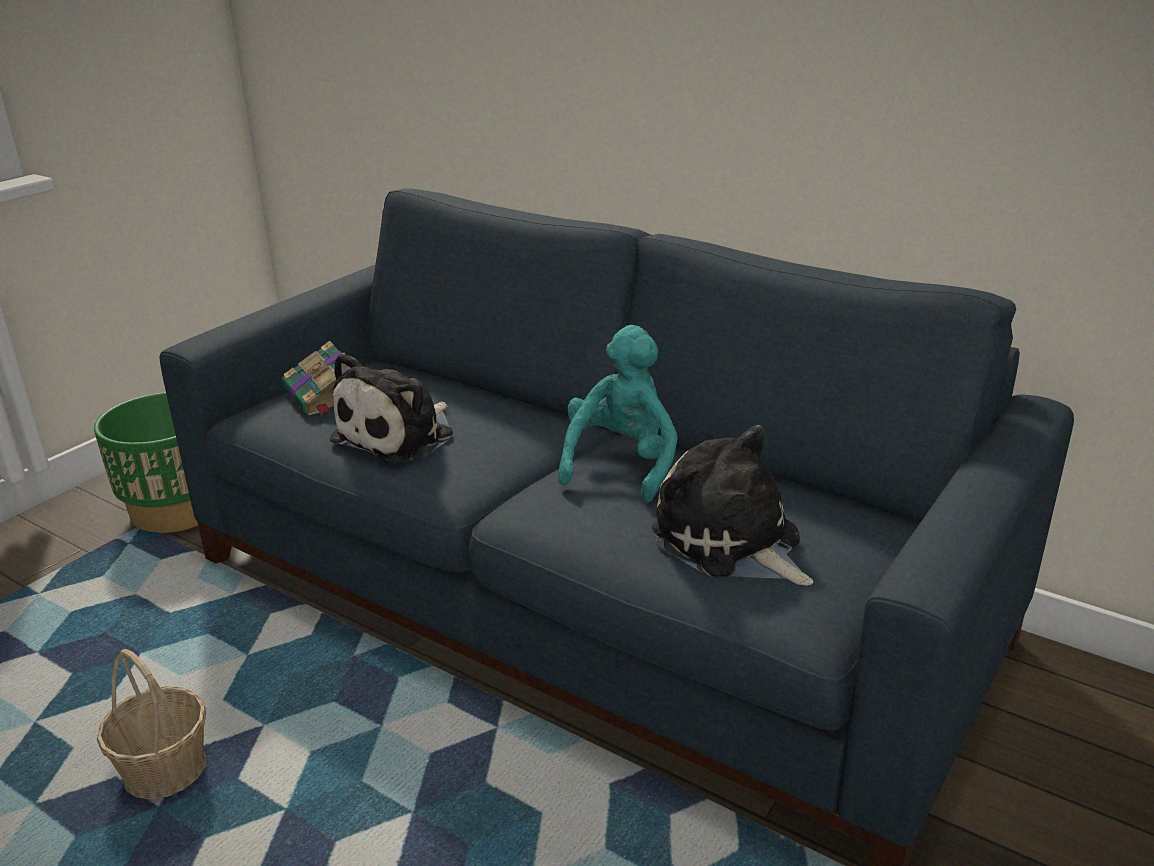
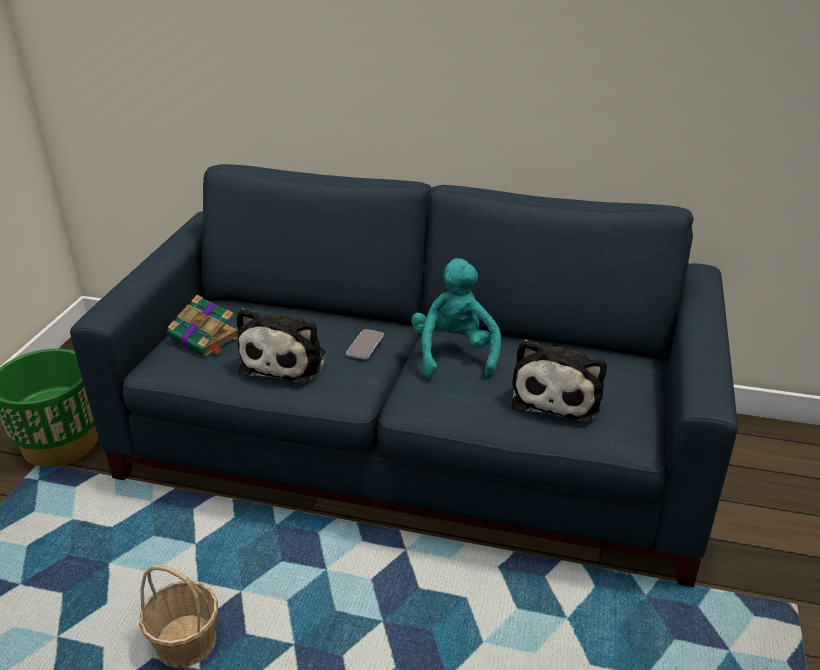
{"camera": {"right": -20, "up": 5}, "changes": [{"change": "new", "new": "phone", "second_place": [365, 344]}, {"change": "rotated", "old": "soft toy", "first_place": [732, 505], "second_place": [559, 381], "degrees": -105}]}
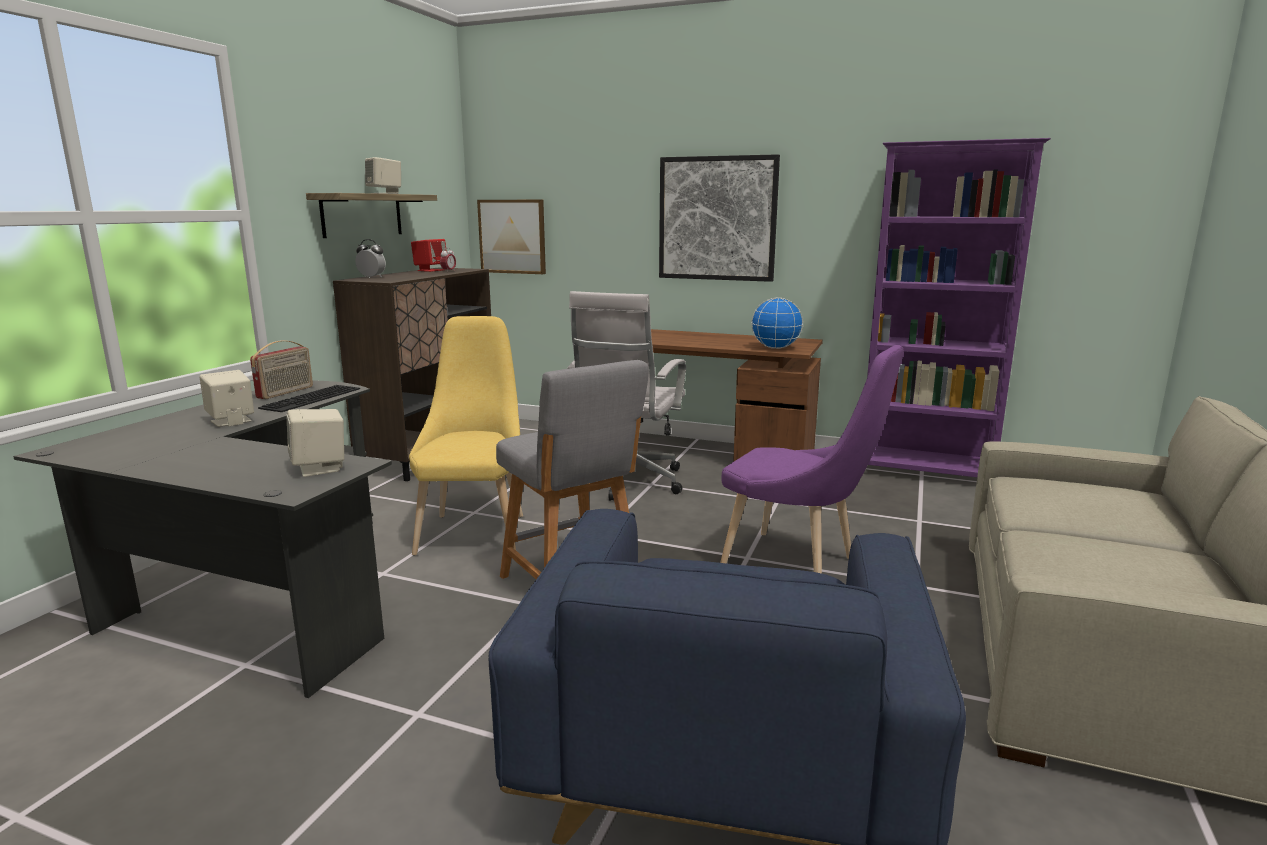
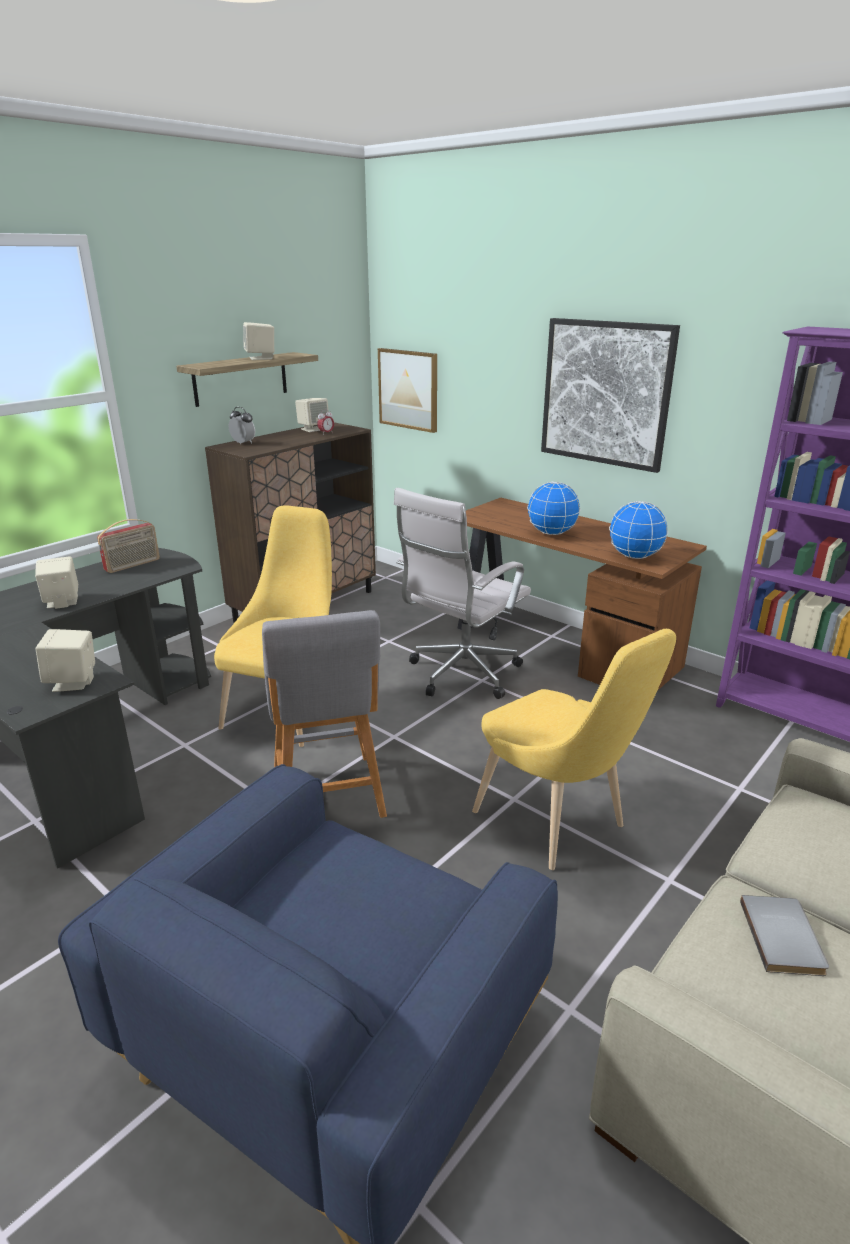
{"camera": {"right": 20, "up": 10}, "changes": [{"change": "repainted", "old": "red audio speaker", "new": "sand-coloured audio speaker", "first_place": [429, 255], "second_place": [312, 415]}, {"change": "repainted", "old": "purple-coloured plain chair", "new": "yellow plain chair", "first_place": [812, 459], "second_place": [574, 749]}, {"change": "new", "new": "desk globe", "second_place": [554, 508]}, {"change": "new", "new": "gray volume", "second_place": [784, 935]}, {"change": "gone", "old": "PC keyboard", "first_place": [309, 398]}]}
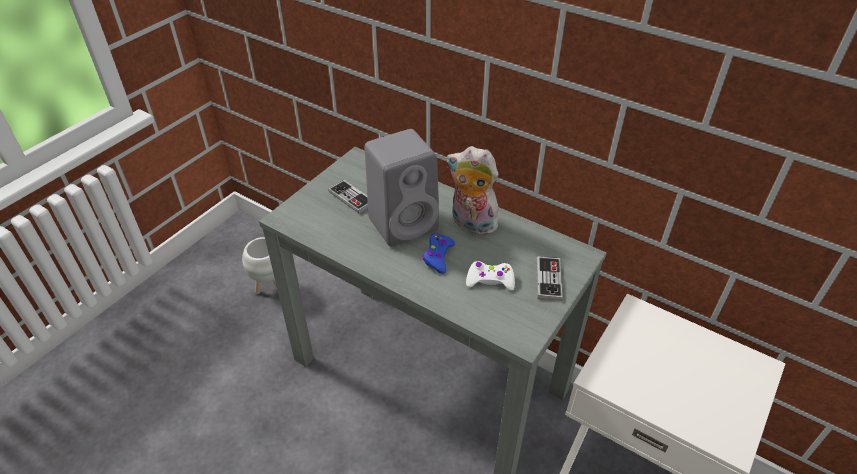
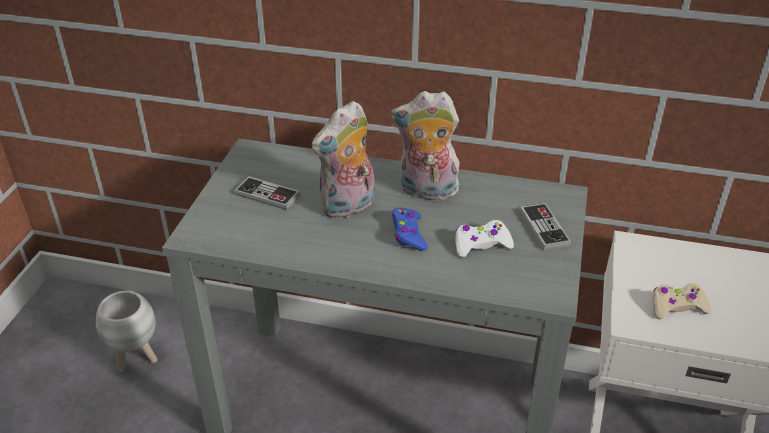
{"camera": {"right": -20, "up": -5}, "changes": [{"change": "swapped", "old": "gray audio speaker", "new": "soft toy", "first_place": [402, 187], "second_place": [343, 160]}, {"change": "new", "new": "sand-coloured joypad", "second_place": [682, 301]}]}
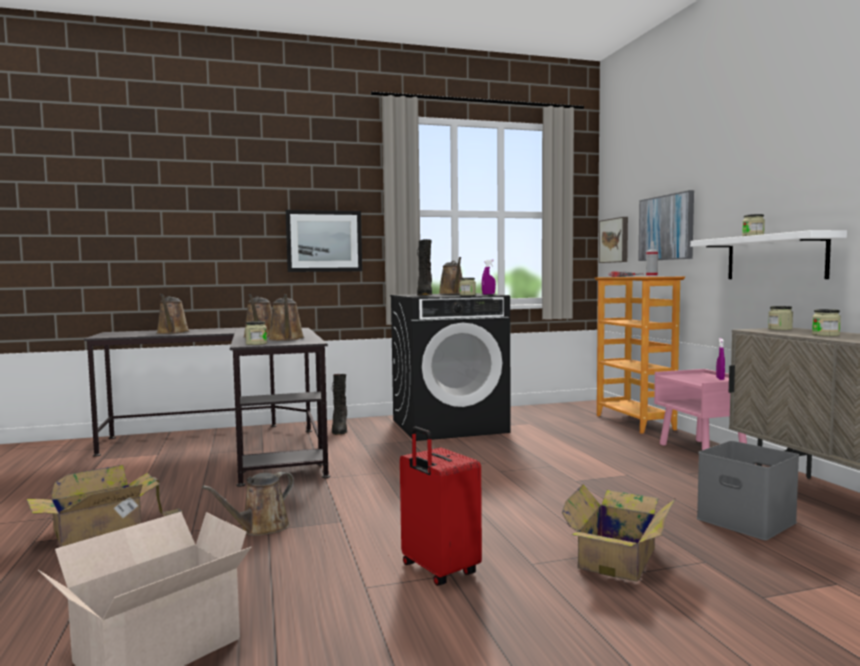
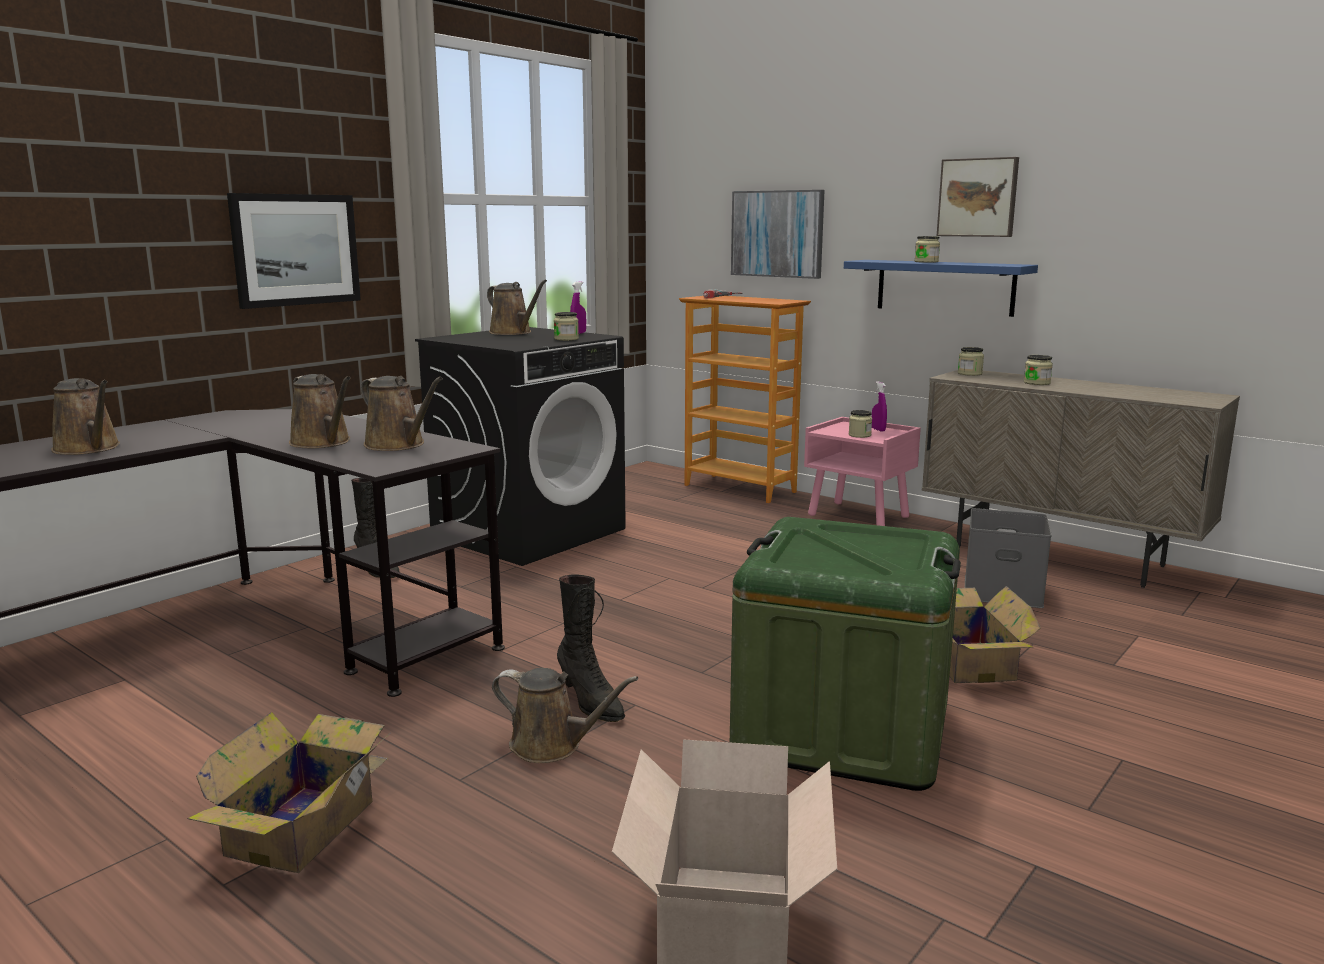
{"camera": {"right": -35, "up": 10}, "changes": [{"change": "rotated", "old": "brown sprinkling can", "first_place": [248, 504], "second_place": [565, 715], "degrees": -75}, {"change": "shifted", "old": "black-coloured tall boot", "first_place": [424, 267], "second_place": [591, 648]}, {"change": "swapped", "old": "red piece of luggage", "new": "green-coloured storage container", "first_place": [441, 506], "second_place": [845, 654]}, {"change": "repainted", "old": "white shelf", "new": "blue-coloured shelf", "first_place": [768, 254], "second_place": [941, 288]}, {"change": "shifted", "old": "jar", "first_place": [256, 333], "second_place": [860, 424]}, {"change": "shifted", "old": "wall art", "first_place": [613, 240], "second_place": [978, 197]}, {"change": "gone", "old": "sprayer", "first_place": [652, 259]}]}
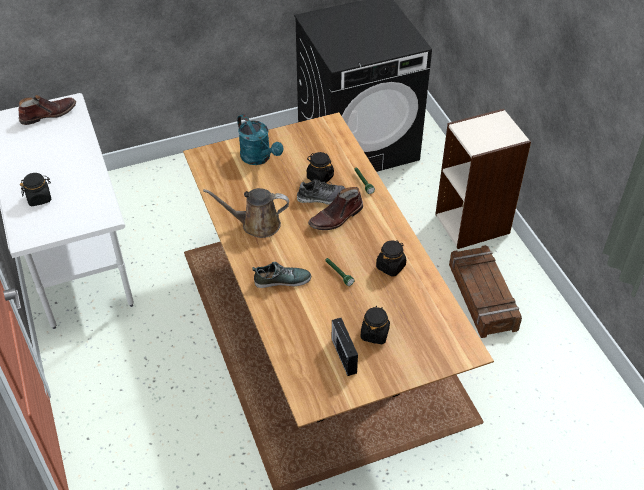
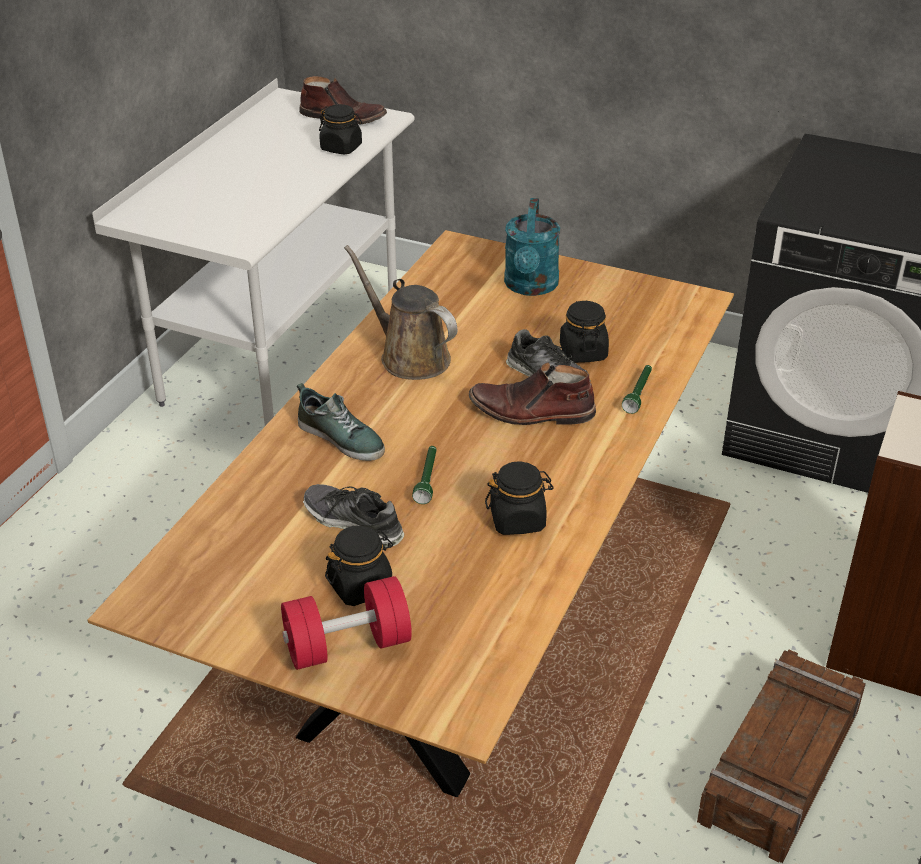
{"camera": {"right": 45, "up": -10}, "changes": [{"change": "new", "new": "red dumbbell", "second_place": [346, 623]}, {"change": "new", "new": "item of footwear", "second_place": [353, 515]}, {"change": "shifted", "old": "black-coloured jar", "first_place": [36, 189], "second_place": [340, 129]}, {"change": "gone", "old": "radio set", "first_place": [345, 347]}]}
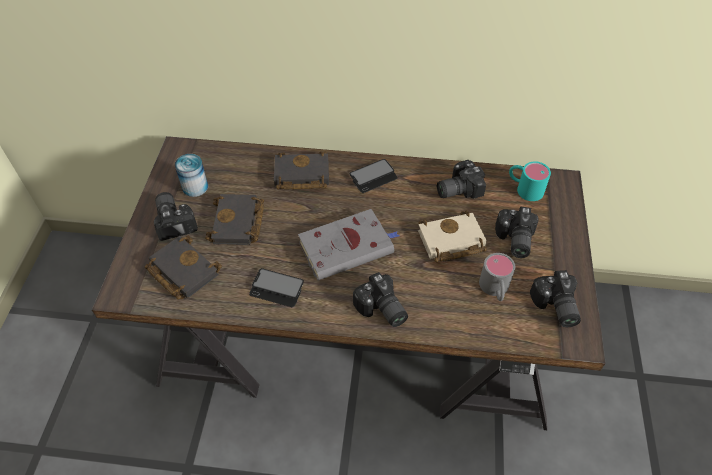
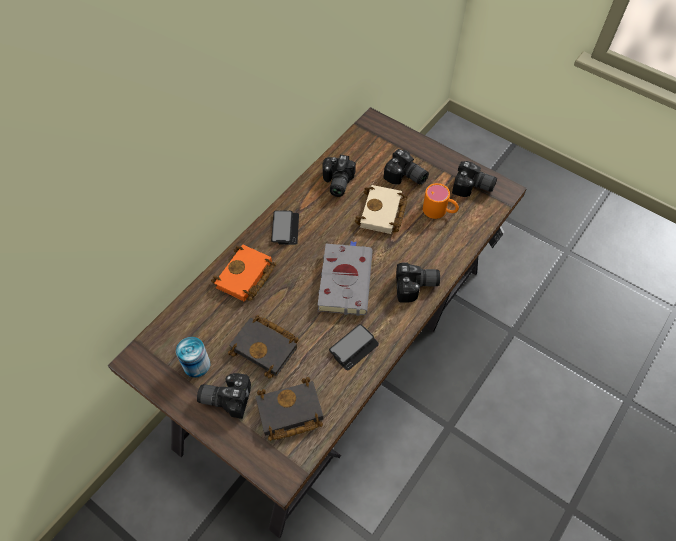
{"camera": {"right": -60, "up": 5}, "changes": [{"change": "repainted", "old": "black-coloured volume", "new": "orange volume", "first_place": [301, 170], "second_place": [243, 273]}, {"change": "repainted", "old": "gray tea mug", "new": "orange tea mug", "first_place": [497, 277], "second_place": [441, 201]}, {"change": "gone", "old": "blue-green tea mug", "first_place": [530, 181]}]}
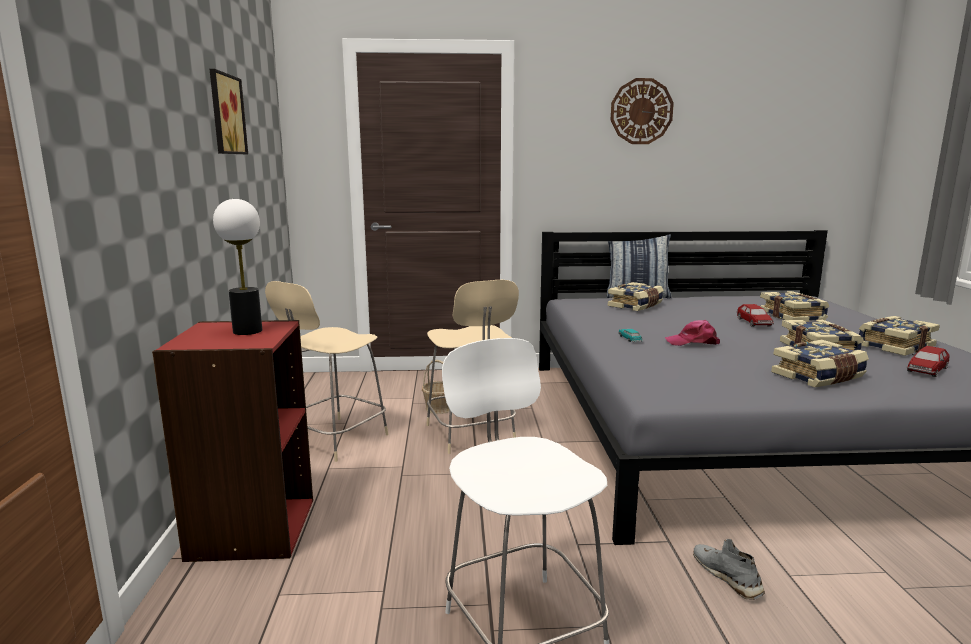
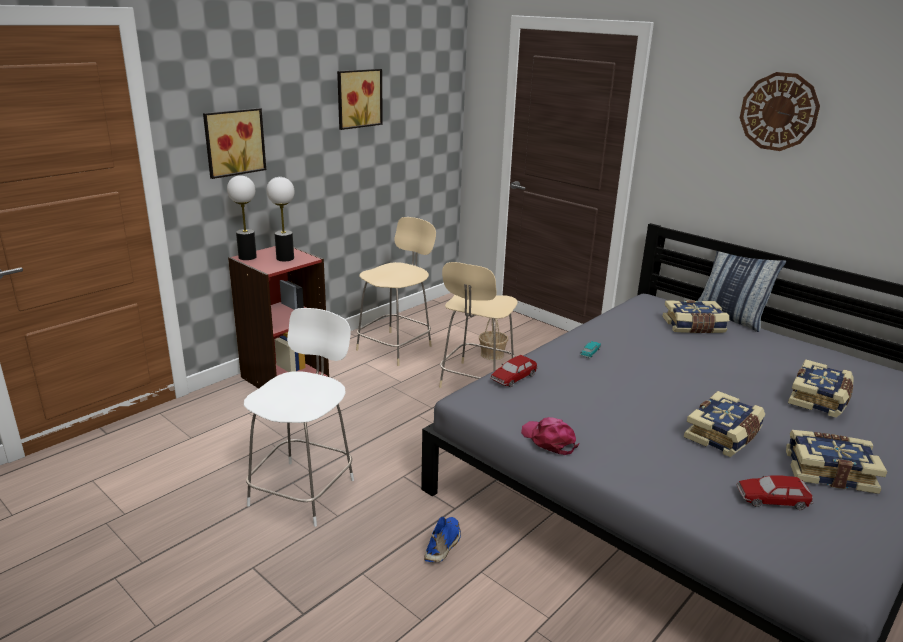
{"camera": {"right": 45, "up": 10}, "changes": [{"change": "new", "new": "wall art", "second_place": [234, 143]}, {"change": "new", "new": "table lamp", "second_place": [242, 217]}, {"change": "rotated", "old": "sand-coloured plain chair", "first_place": [327, 371], "second_place": [396, 291], "degrees": 135}, {"change": "repainted", "old": "gray item of footwear", "new": "blue-coloured item of footwear", "first_place": [729, 569], "second_place": [442, 539]}, {"change": "shifted", "old": "model car", "first_place": [755, 315], "second_place": [514, 371]}, {"change": "shifted", "old": "pink-coloured peaked cap", "first_place": [692, 333], "second_place": [550, 436]}, {"change": "gone", "old": "volume", "first_place": [820, 363]}]}
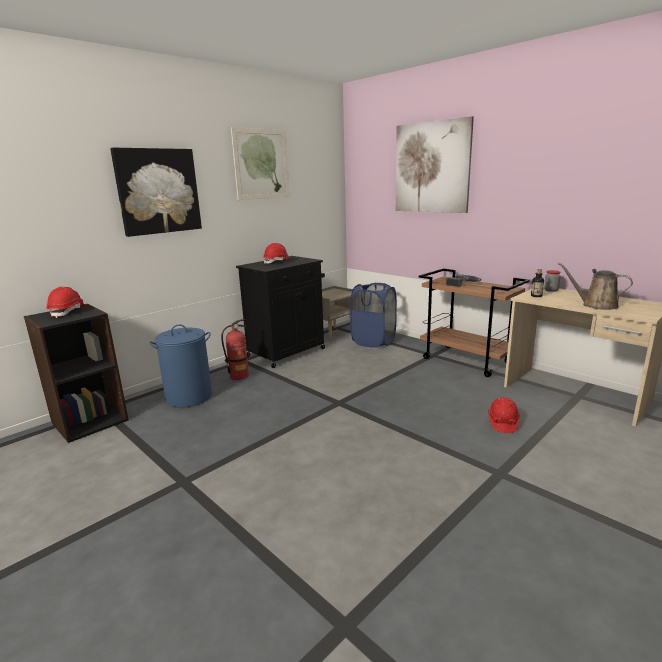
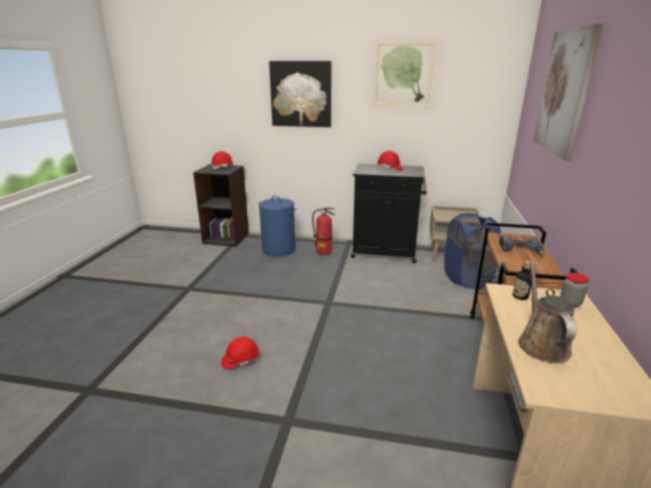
{"camera": {"right": 55, "up": 5}, "changes": [{"change": "shifted", "old": "red work helmet", "first_place": [504, 415], "second_place": [240, 353]}]}
